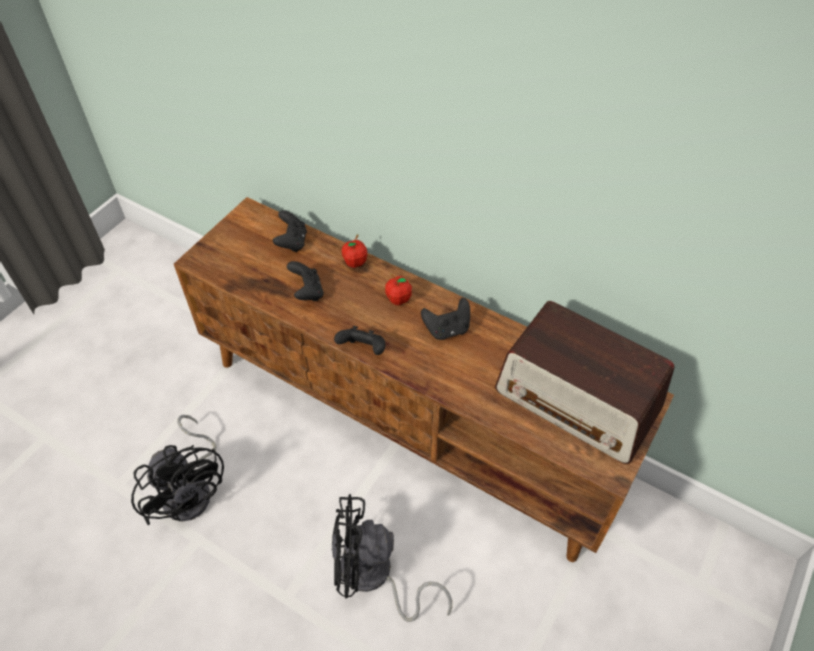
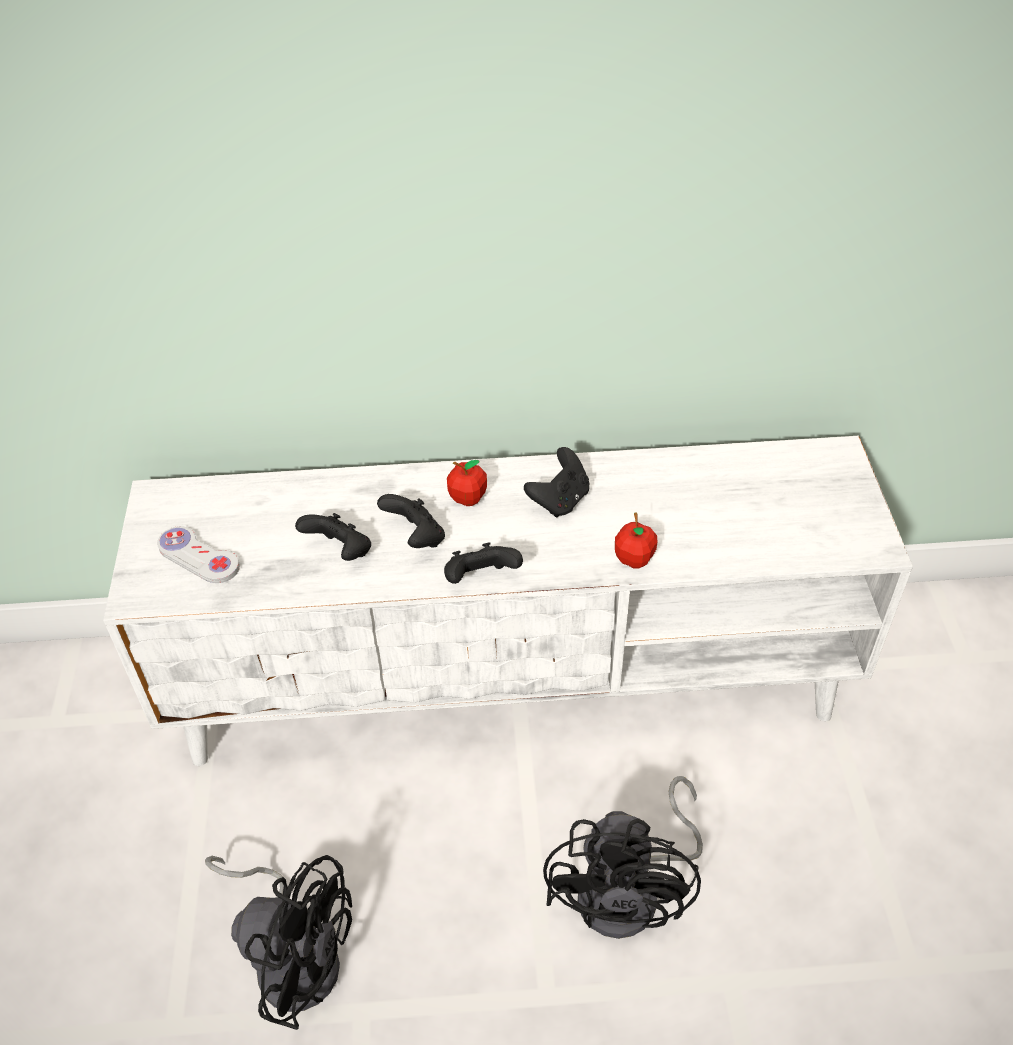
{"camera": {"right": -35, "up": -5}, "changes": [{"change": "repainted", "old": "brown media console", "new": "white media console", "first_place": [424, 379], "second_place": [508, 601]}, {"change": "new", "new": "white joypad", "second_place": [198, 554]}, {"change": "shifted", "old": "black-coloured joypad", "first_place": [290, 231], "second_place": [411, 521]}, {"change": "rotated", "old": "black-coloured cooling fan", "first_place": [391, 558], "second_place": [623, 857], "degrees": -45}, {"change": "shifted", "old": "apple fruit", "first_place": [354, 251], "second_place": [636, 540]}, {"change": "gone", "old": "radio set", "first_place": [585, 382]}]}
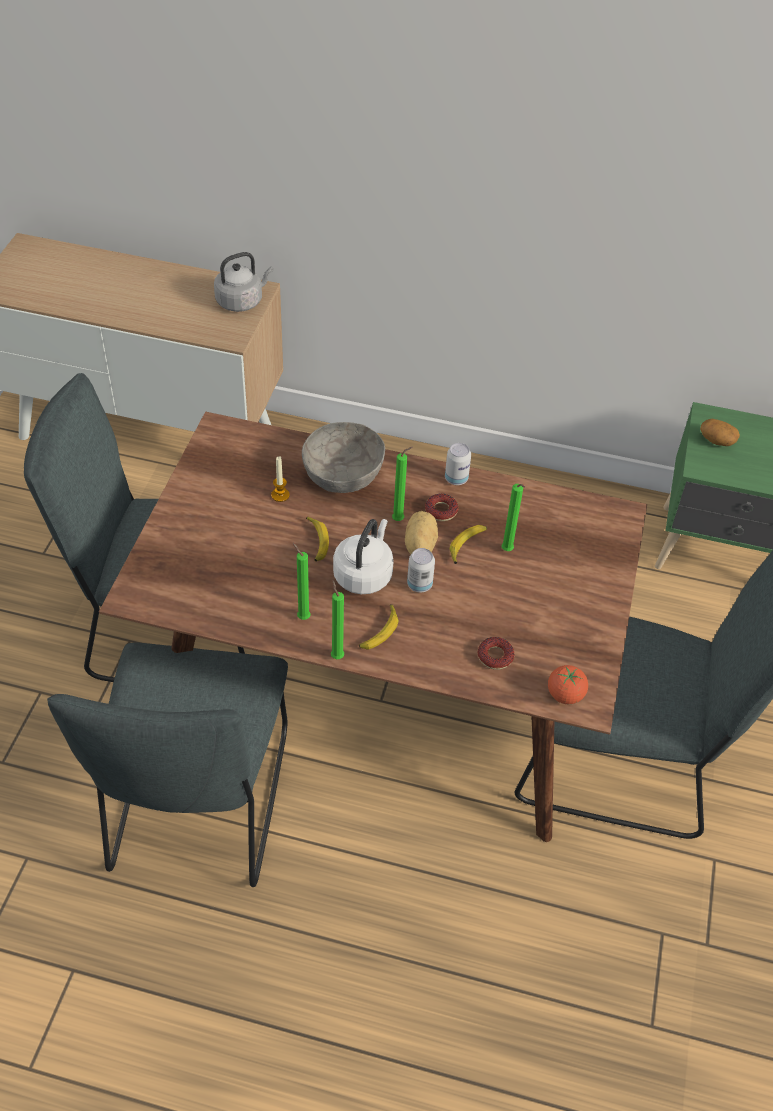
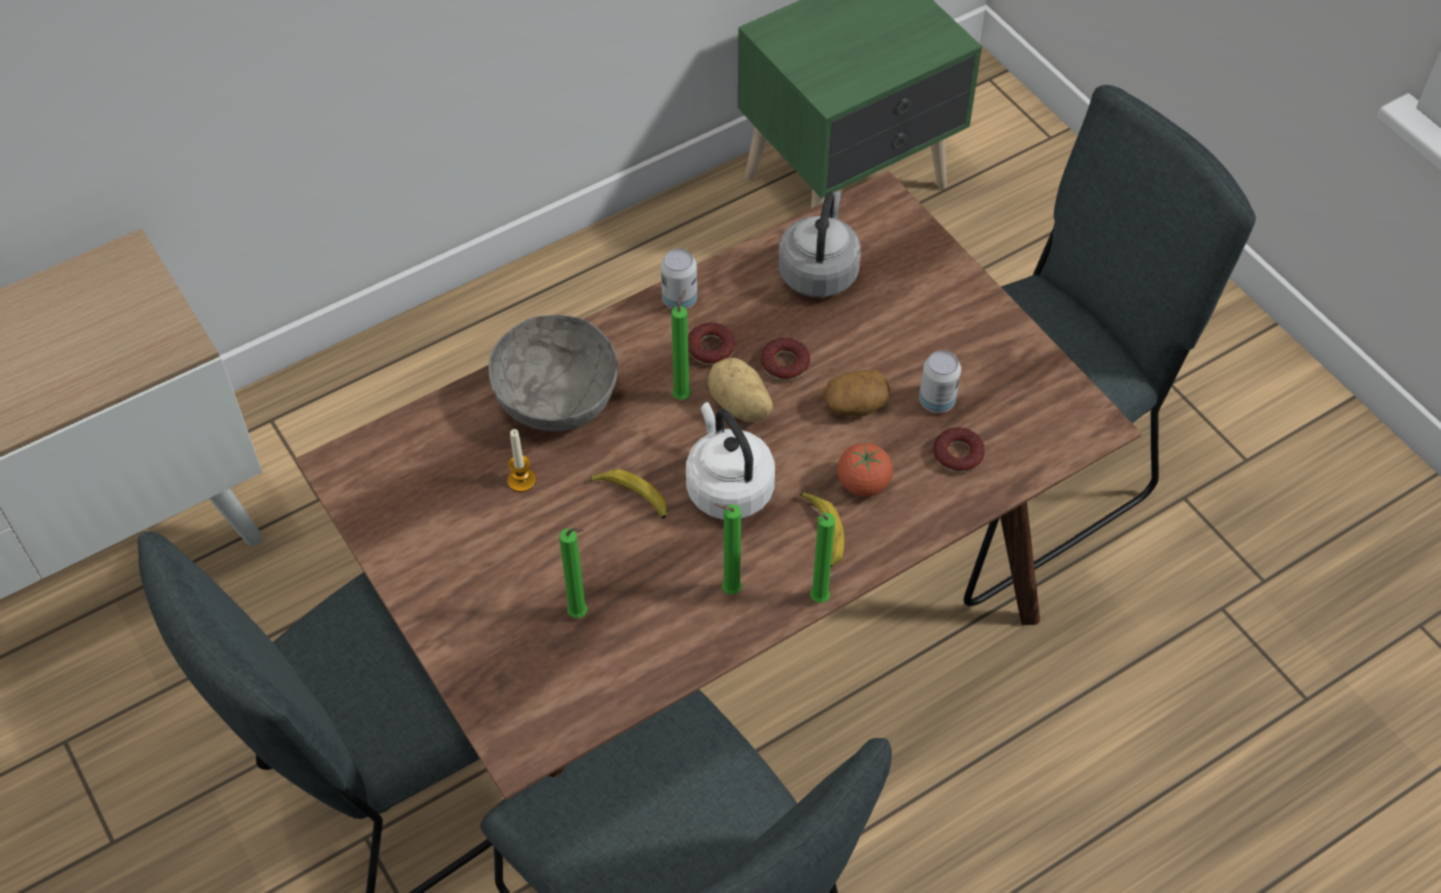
{"camera": {"right": -45, "up": 5}, "changes": [{"change": "shifted", "old": "green-coloured wax candle", "first_place": [513, 517], "second_place": [573, 573]}, {"change": "swapped", "old": "banana", "new": "ring doughnut", "first_place": [468, 544], "second_place": [785, 359]}, {"change": "shifted", "old": "gray water kettle", "first_place": [244, 282], "second_place": [819, 244]}, {"change": "shifted", "old": "whole potato", "first_place": [720, 432], "second_place": [857, 393]}, {"change": "shifted", "old": "tomato", "first_place": [568, 684], "second_place": [865, 470]}, {"change": "shifted", "old": "sealed can", "first_place": [421, 570], "second_place": [940, 381]}]}
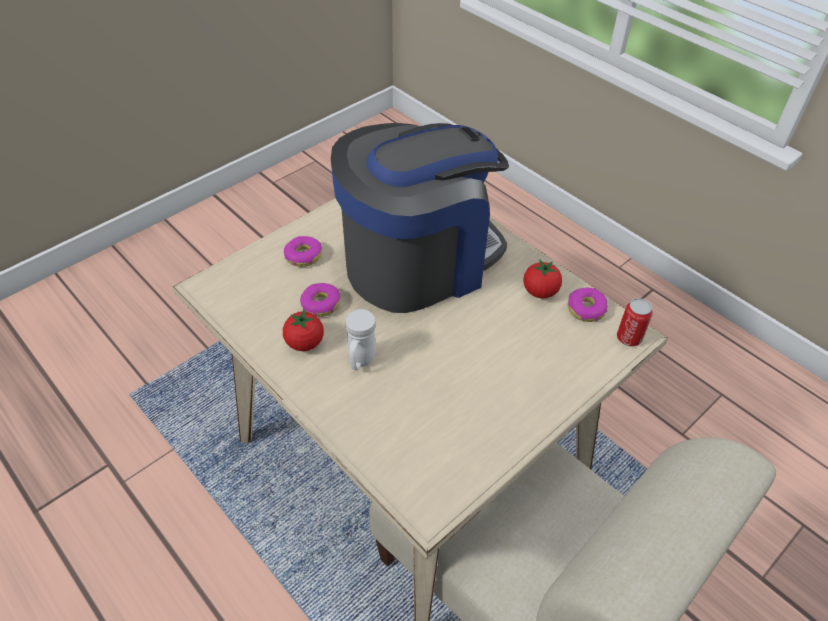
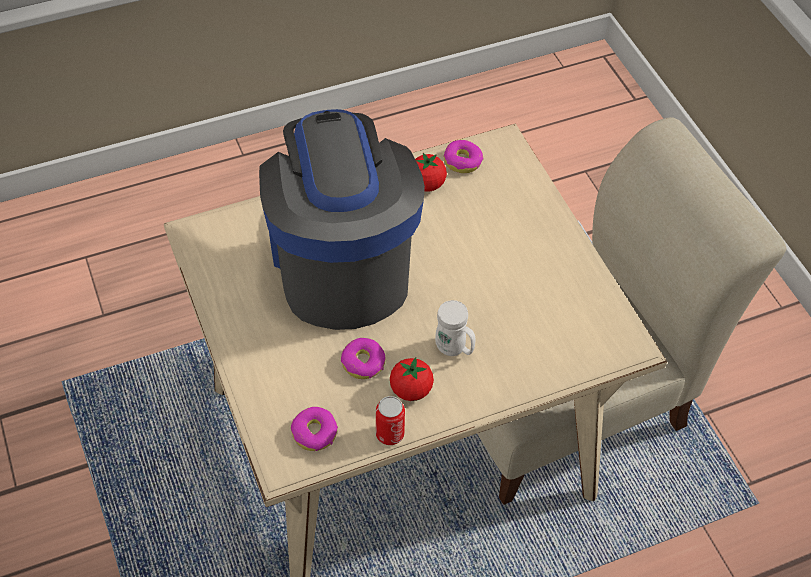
{"camera": {"right": -70, "up": 5}, "changes": [{"change": "shifted", "old": "ring doughnut", "first_place": [303, 251], "second_place": [314, 429]}, {"change": "shifted", "old": "sealed can", "first_place": [635, 322], "second_place": [390, 420]}]}
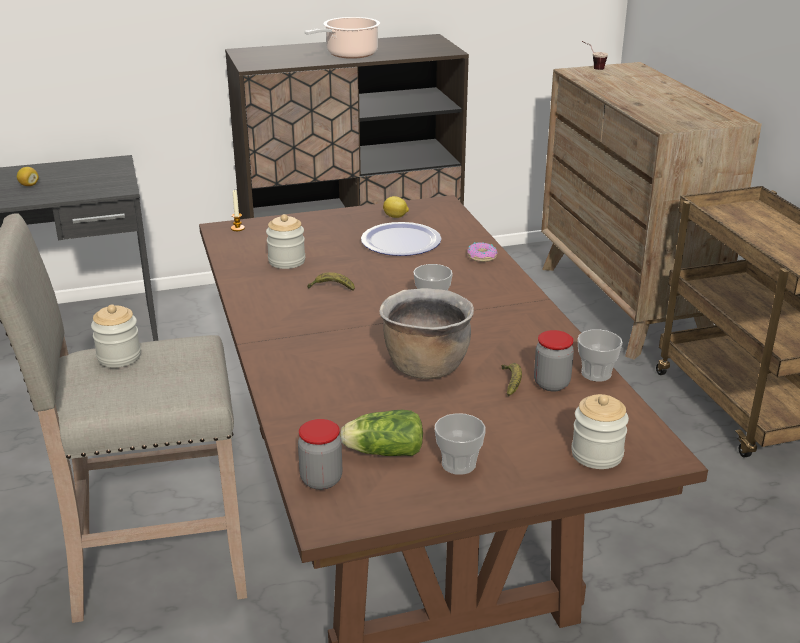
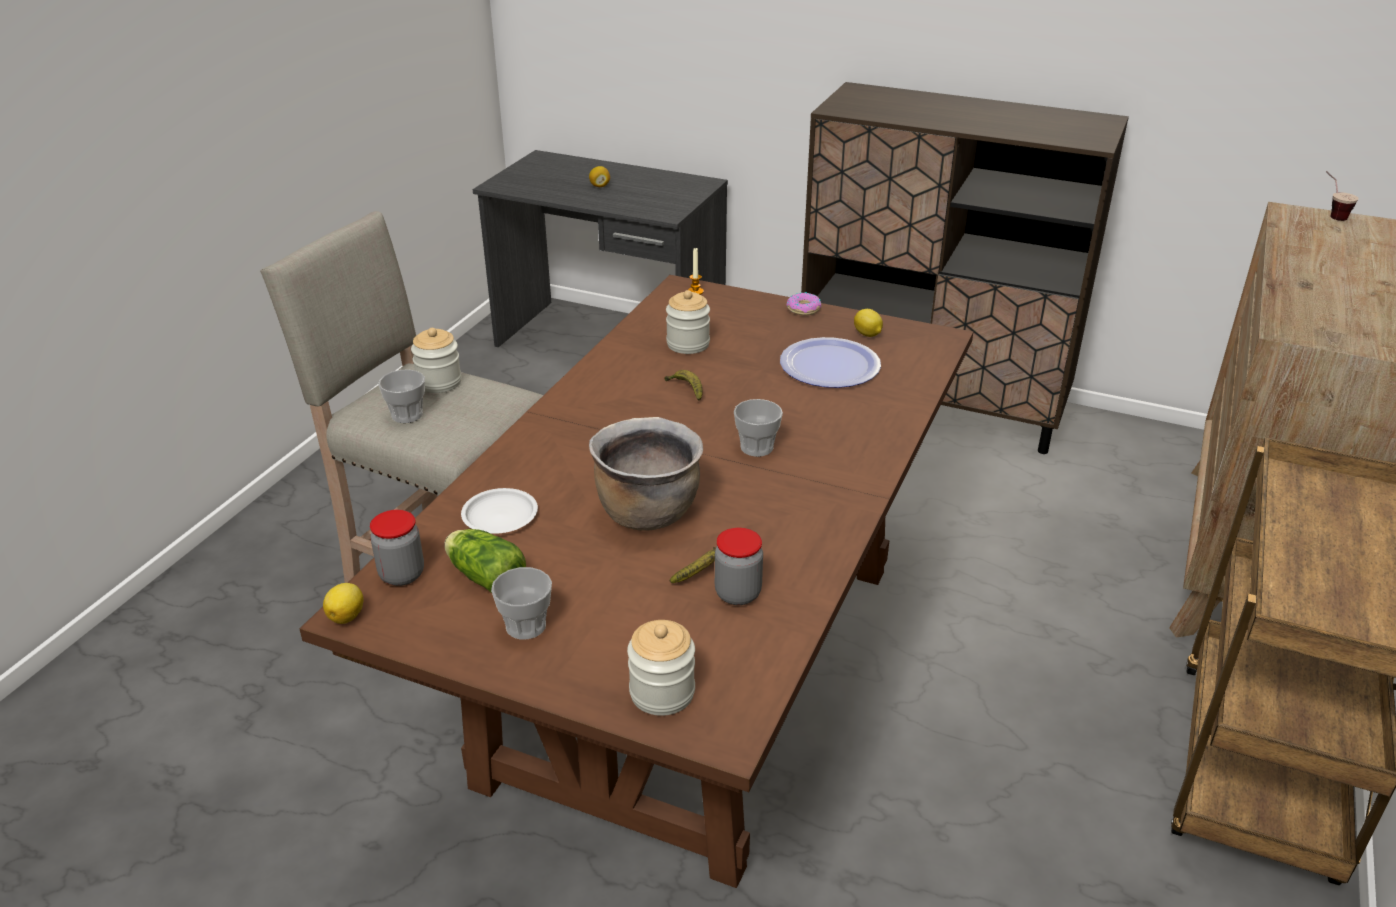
{"camera": {"right": 40, "up": 5}, "changes": [{"change": "new", "new": "lemon", "second_place": [343, 603]}, {"change": "shifted", "old": "small cup", "first_place": [600, 355], "second_place": [401, 396]}, {"change": "new", "new": "white plate", "second_place": [499, 511]}, {"change": "shifted", "old": "ring doughnut", "first_place": [482, 252], "second_place": [803, 303]}, {"change": "gone", "old": "cooking pot", "first_place": [342, 38]}]}
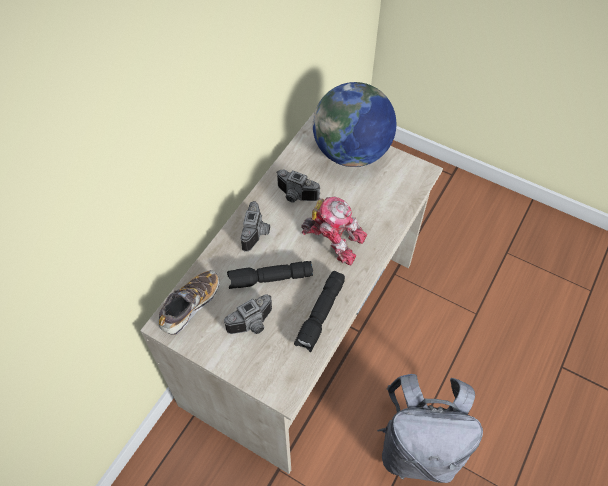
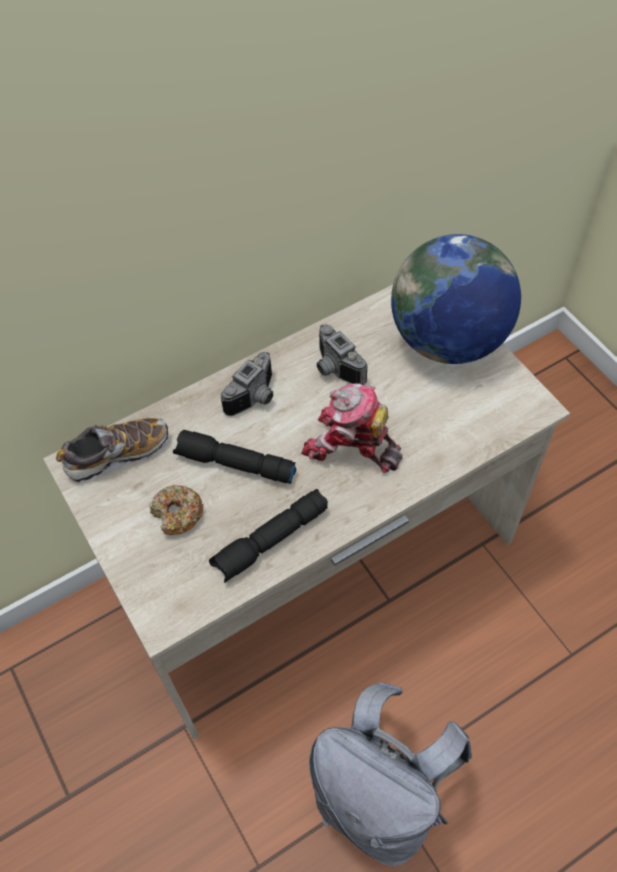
{"camera": {"right": 30, "up": 0}, "changes": [{"change": "swapped", "old": "still camera", "new": "ring doughnut", "first_place": [248, 314], "second_place": [176, 510]}, {"change": "rotated", "old": "robot figure", "first_place": [334, 231], "second_place": [352, 428], "degrees": 150}]}
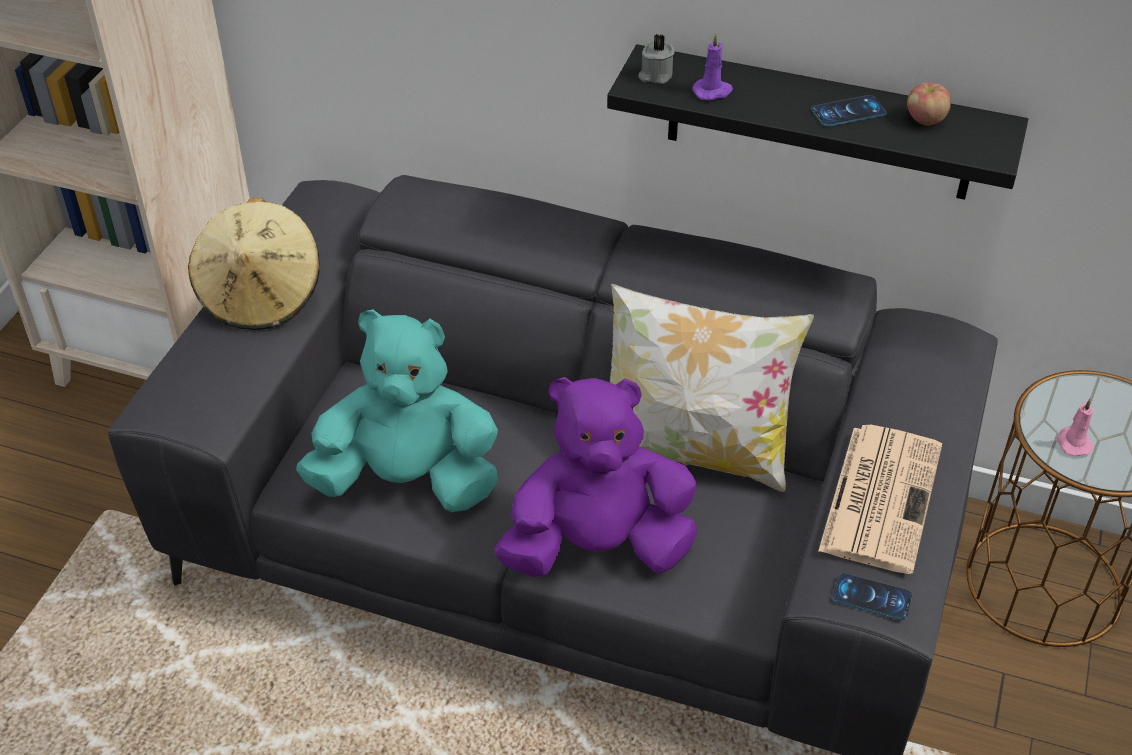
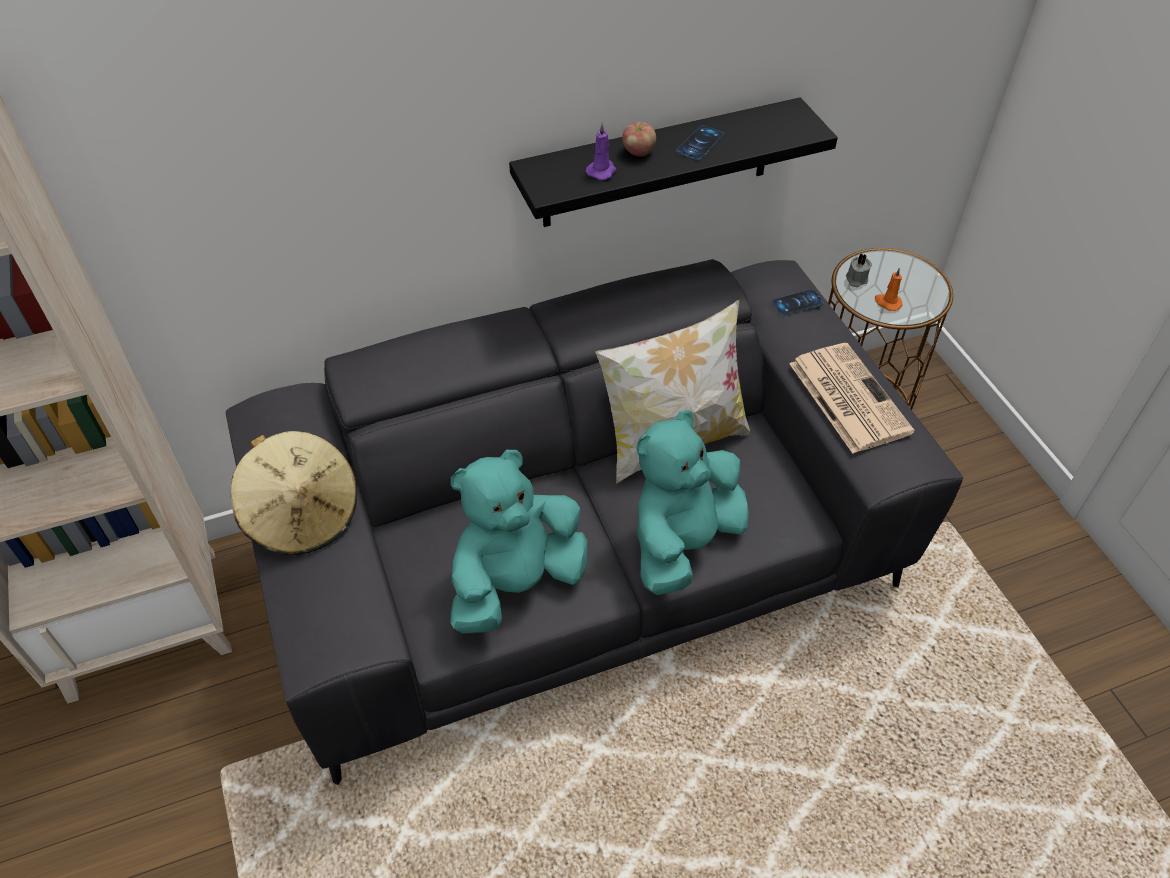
{"camera": {"right": -40, "up": 5}, "changes": [{"change": "shifted", "old": "apple fruit", "first_place": [929, 104], "second_place": [639, 139]}, {"change": "repainted", "old": "purple-coloured soft toy", "new": "blue-green soft toy", "first_place": [596, 477], "second_place": [693, 502]}, {"change": "shifted", "old": "phone", "first_place": [872, 596], "second_place": [798, 302]}, {"change": "shifted", "old": "gray wax candle", "first_place": [656, 59], "second_place": [859, 270]}, {"change": "repainted", "old": "pink-coloured wax candle", "new": "orange wax candle", "first_place": [1075, 427], "second_place": [889, 289]}]}
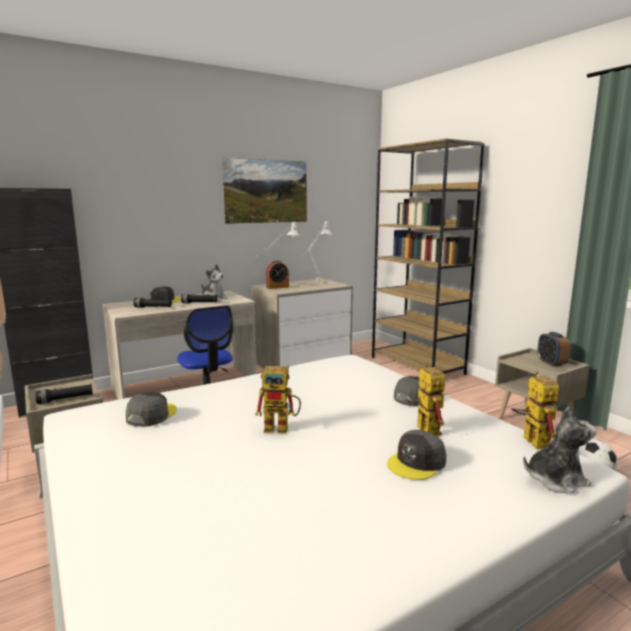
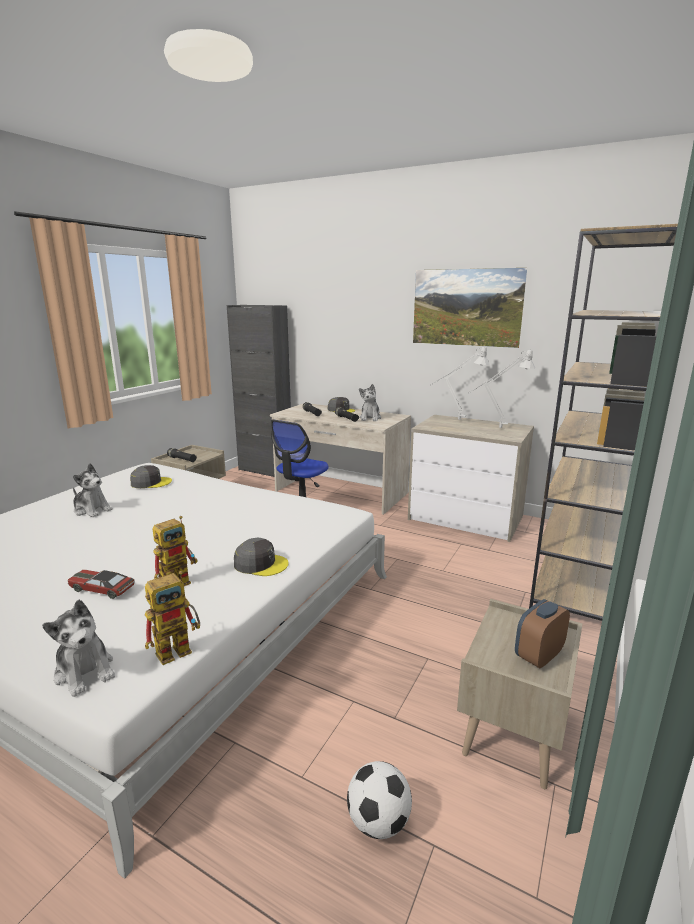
{"camera": {"right": 60, "up": 5}, "changes": [{"change": "swapped", "old": "gray peaked cap", "new": "model car", "first_place": [416, 455], "second_place": [101, 584]}, {"change": "new", "new": "soft toy", "second_place": [93, 490]}, {"change": "gone", "old": "robot figure", "first_place": [278, 399]}, {"change": "gone", "old": "table clock", "first_place": [277, 274]}]}
